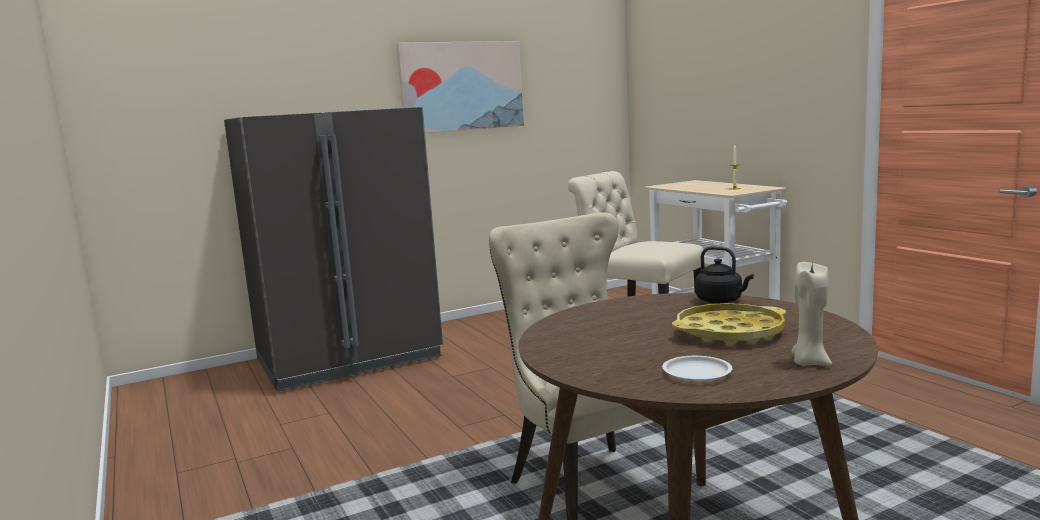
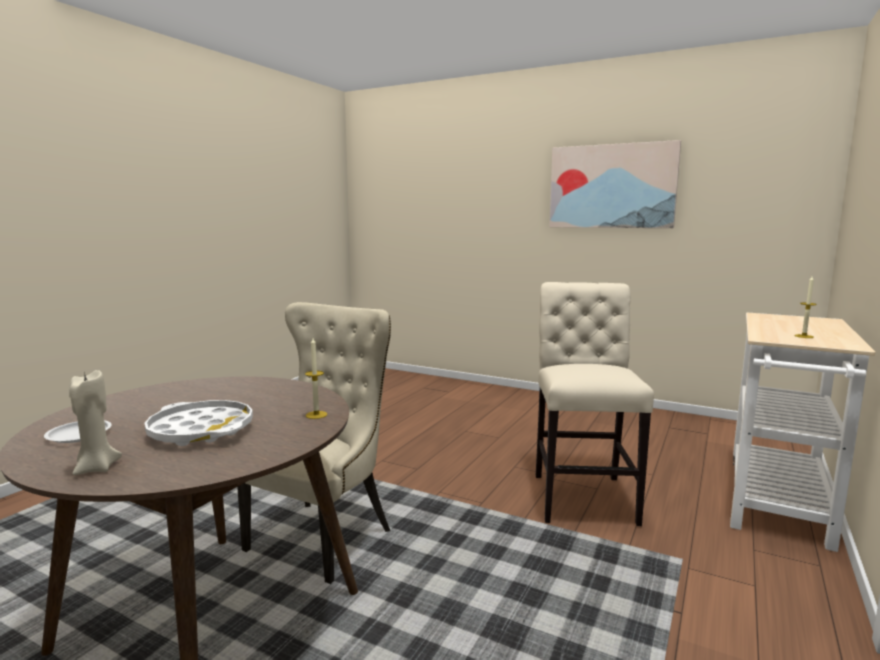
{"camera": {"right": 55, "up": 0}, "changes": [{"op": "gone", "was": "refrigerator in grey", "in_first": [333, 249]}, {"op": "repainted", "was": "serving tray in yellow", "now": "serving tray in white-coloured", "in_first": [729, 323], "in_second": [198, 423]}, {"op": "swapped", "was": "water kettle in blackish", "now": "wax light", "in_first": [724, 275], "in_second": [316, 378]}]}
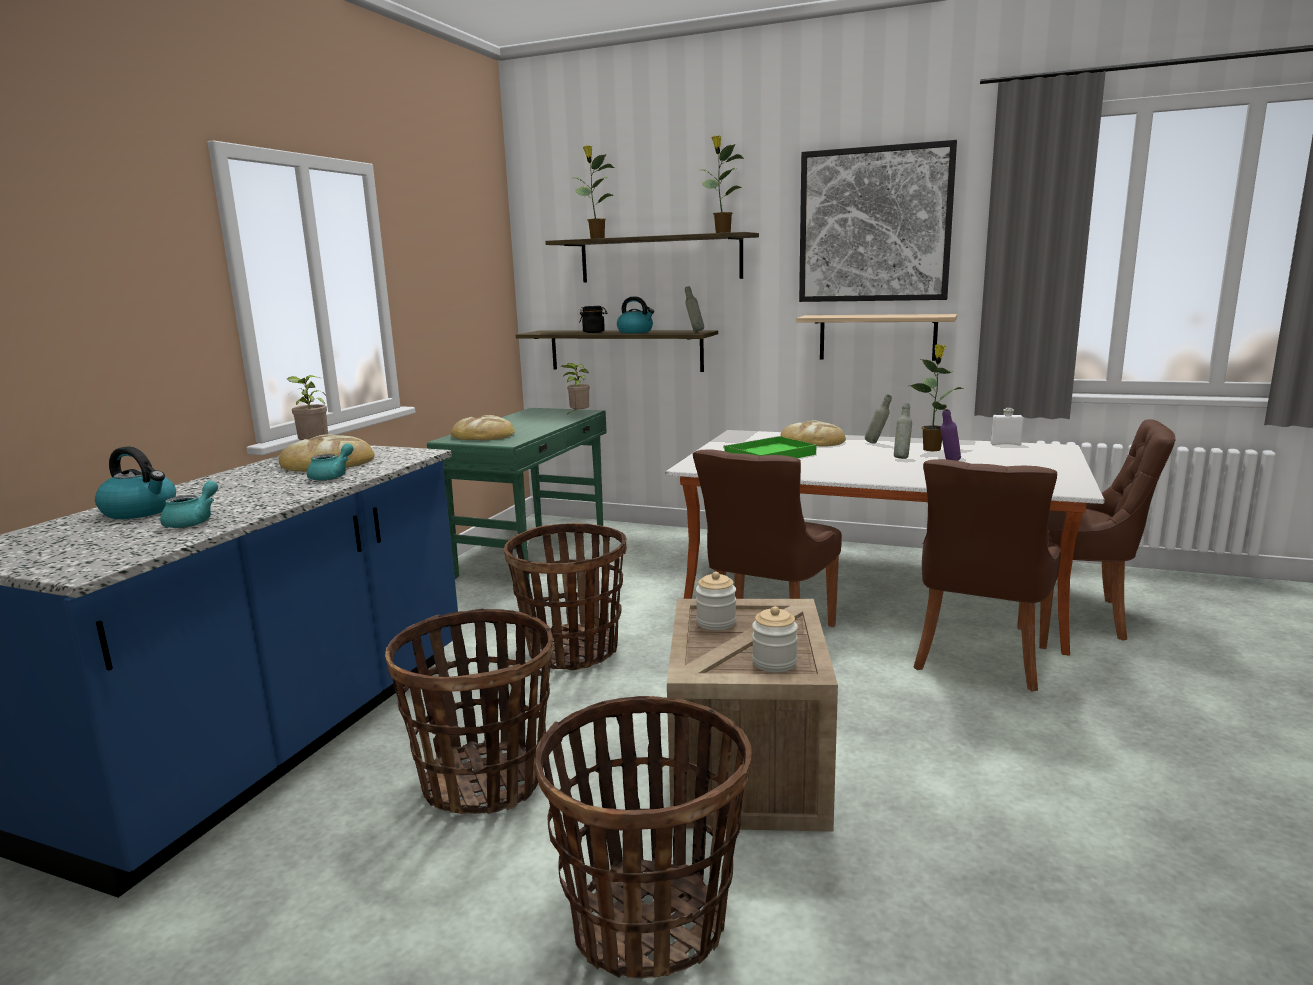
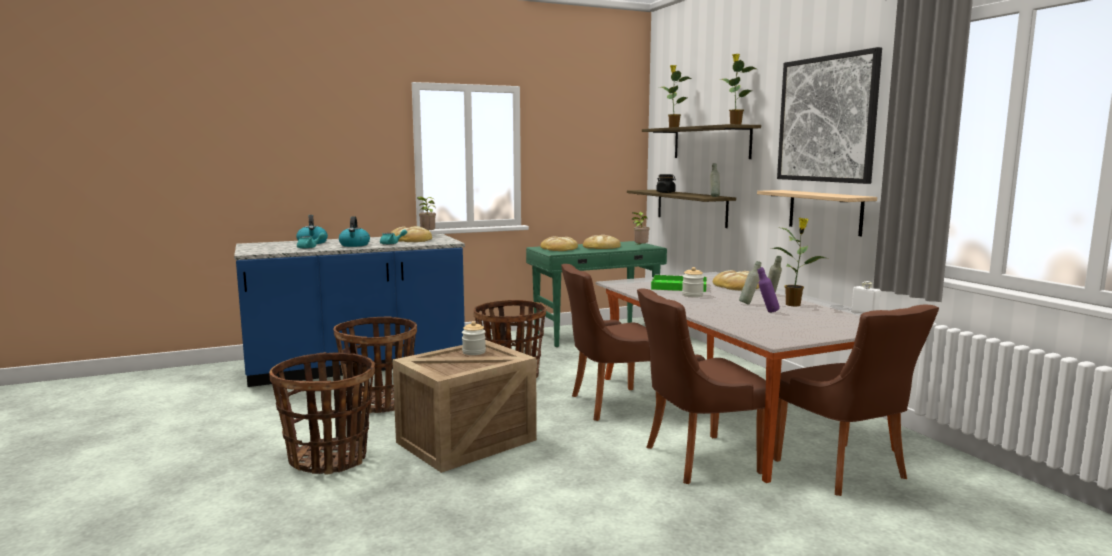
{"camera": {"right": 45, "up": -5}, "changes": [{"op": "shifted", "was": "water kettle", "in_first": [635, 315], "in_second": [354, 231]}, {"op": "shifted", "was": "jar", "in_first": [775, 639], "in_second": [693, 282]}, {"op": "new", "now": "baked bread", "in_second": [602, 242]}]}
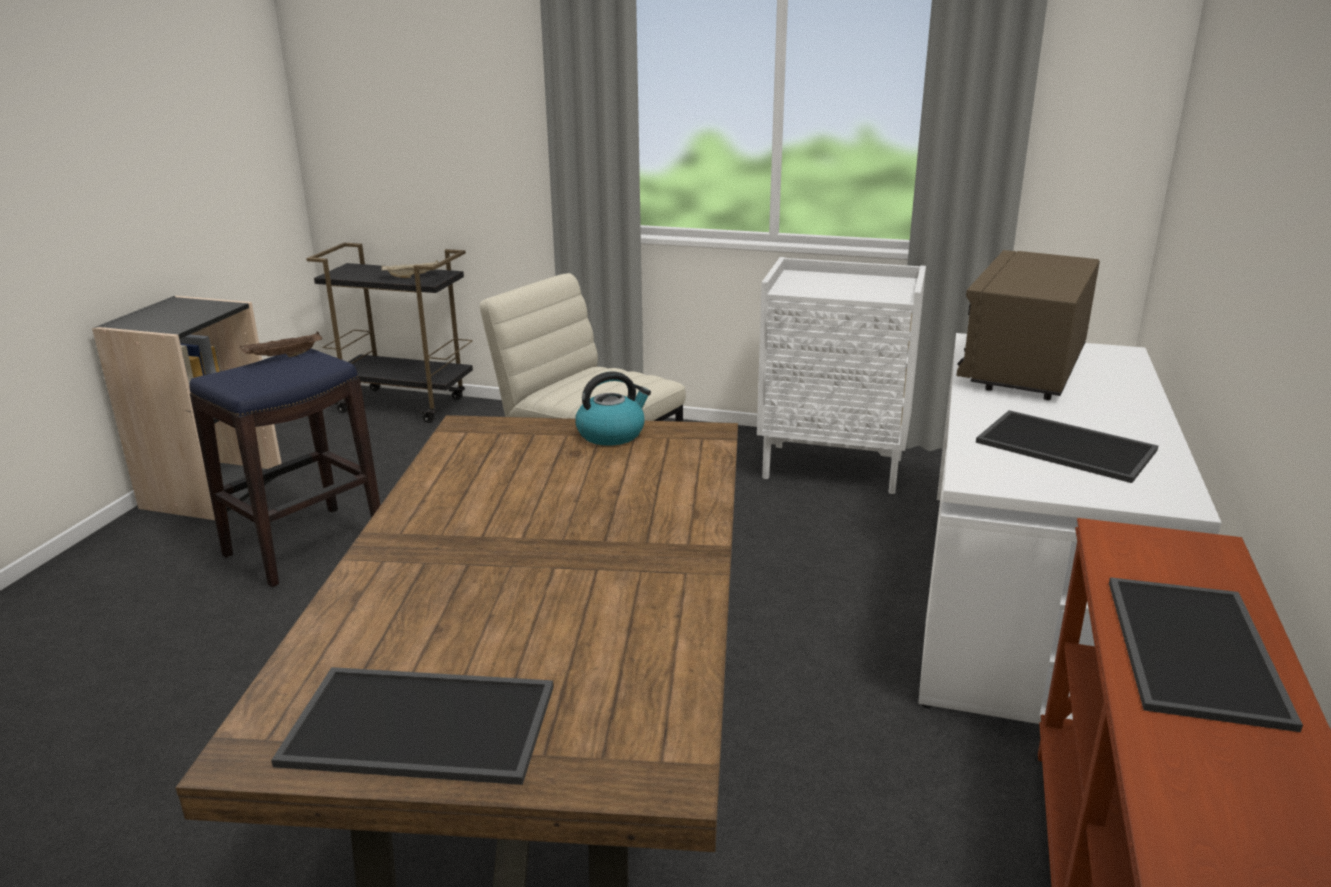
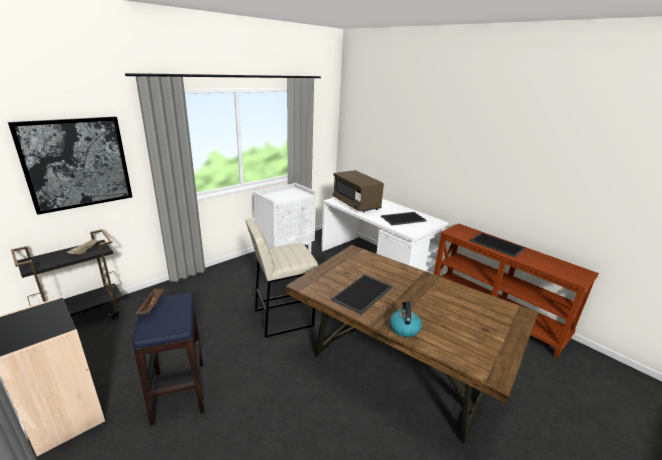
{"camera": {"right": -60, "up": 0}, "changes": [{"op": "shifted", "was": "serving tray", "in_first": [412, 726], "in_second": [362, 294]}, {"op": "shifted", "was": "water kettle", "in_first": [613, 408], "in_second": [405, 319]}, {"op": "new", "now": "wall picture", "in_second": [70, 165]}]}
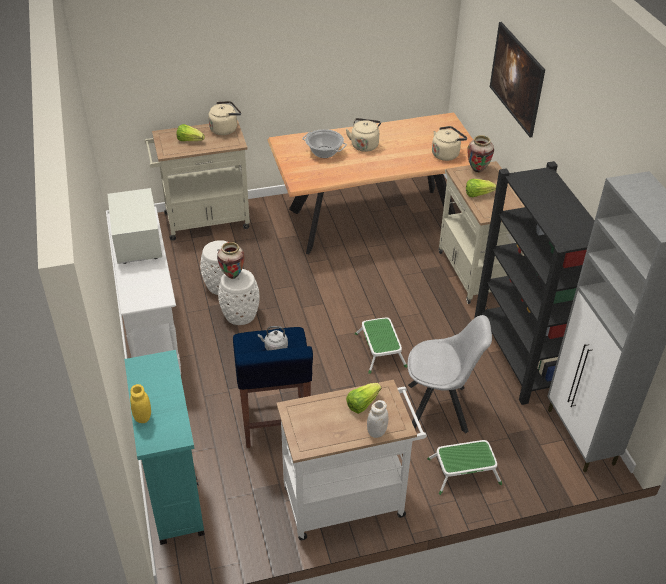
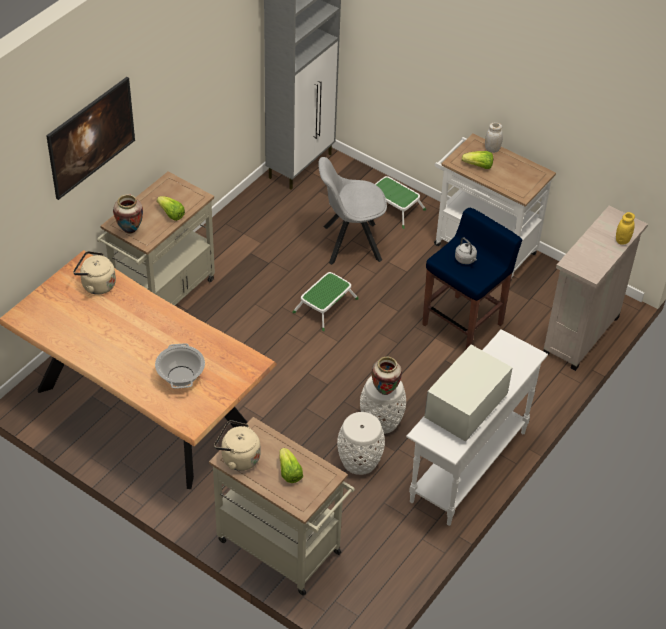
{"camera": {"right": -130, "up": 5}, "changes": [{"op": "repainted", "was": "cupboard in turquoise-coloured", "now": "cupboard in sand-coloured", "in_first": [164, 447], "in_second": [595, 288]}, {"op": "gone", "was": "water kettle in sand-coloured", "in_first": [363, 135]}, {"op": "rotated", "was": "upright chair in grey", "in_first": [450, 374], "in_second": [352, 211], "clockwise": -60}, {"op": "gone", "was": "bookcase in blackish", "in_first": [534, 283]}]}
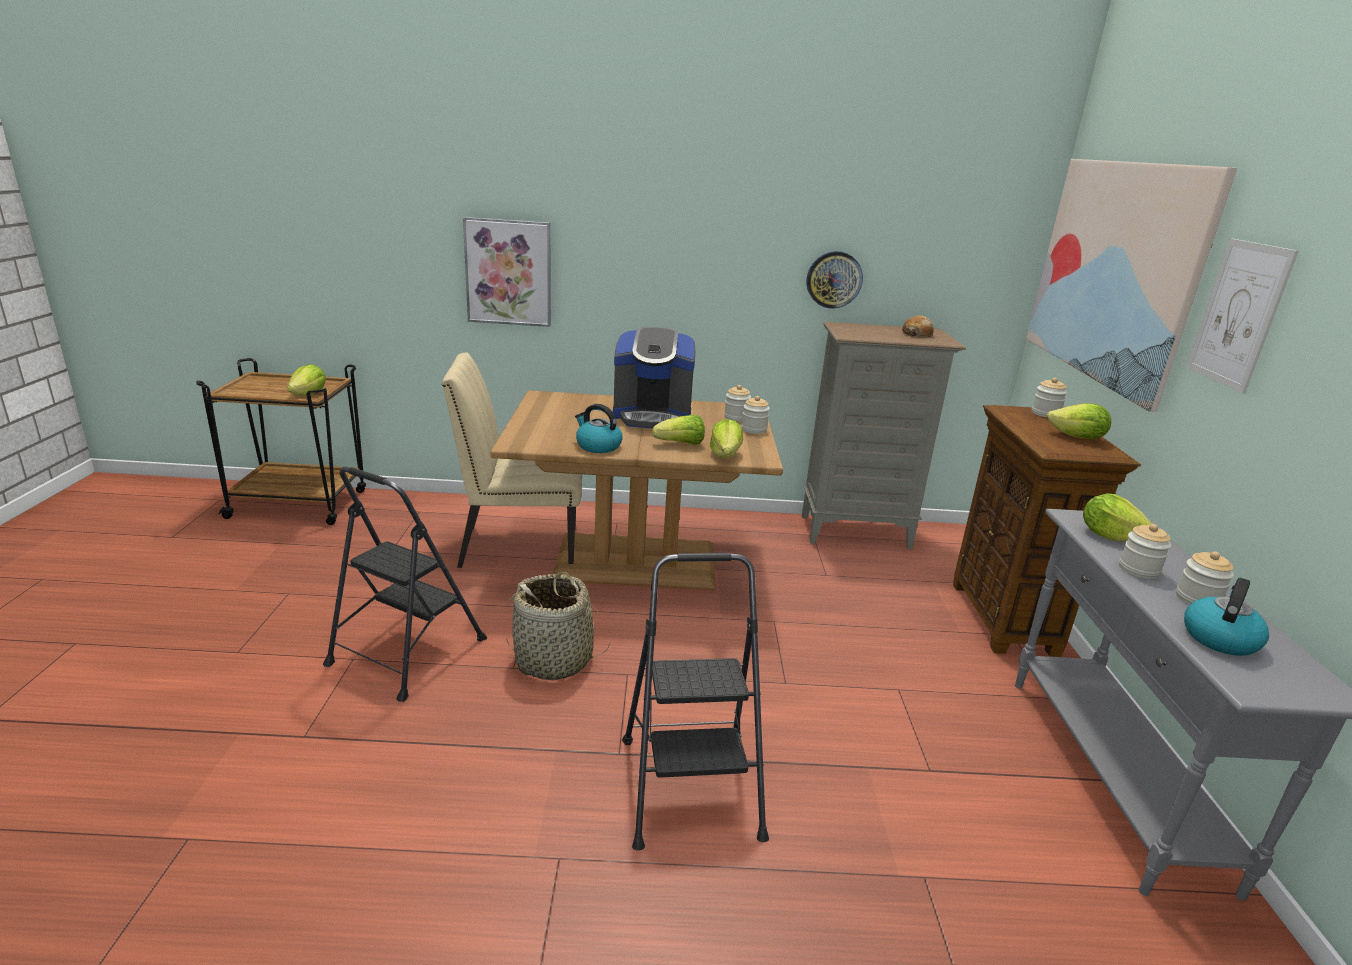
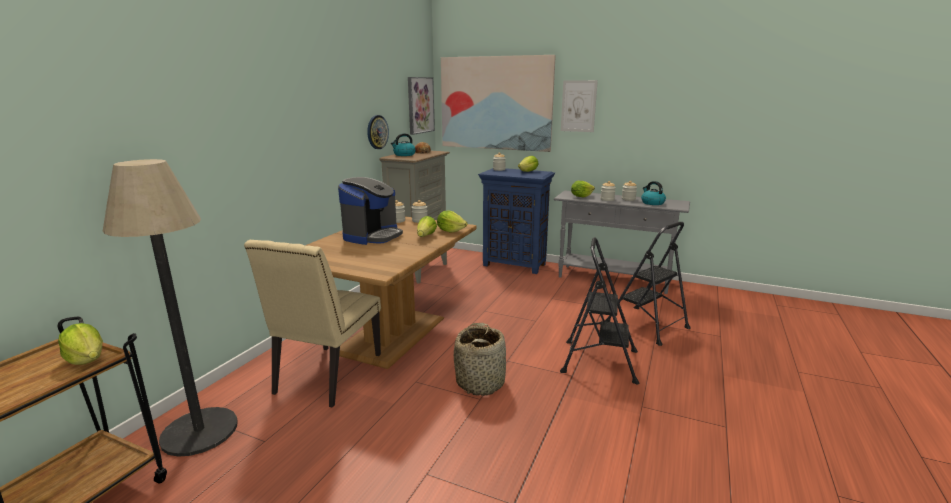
{"camera": {"right": -65, "up": -5}, "changes": [{"op": "shifted", "was": "step stool in blackish", "in_first": [405, 584], "in_second": [648, 284]}, {"op": "shifted", "was": "wall picture", "in_first": [507, 272], "in_second": [421, 106]}, {"op": "shifted", "was": "water kettle", "in_first": [599, 428], "in_second": [403, 144]}, {"op": "repainted", "was": "cupboard in brownish", "now": "cupboard in blue-coloured", "in_first": [1047, 531], "in_second": [516, 221]}, {"op": "new", "now": "floor lamp", "in_second": [170, 308]}]}
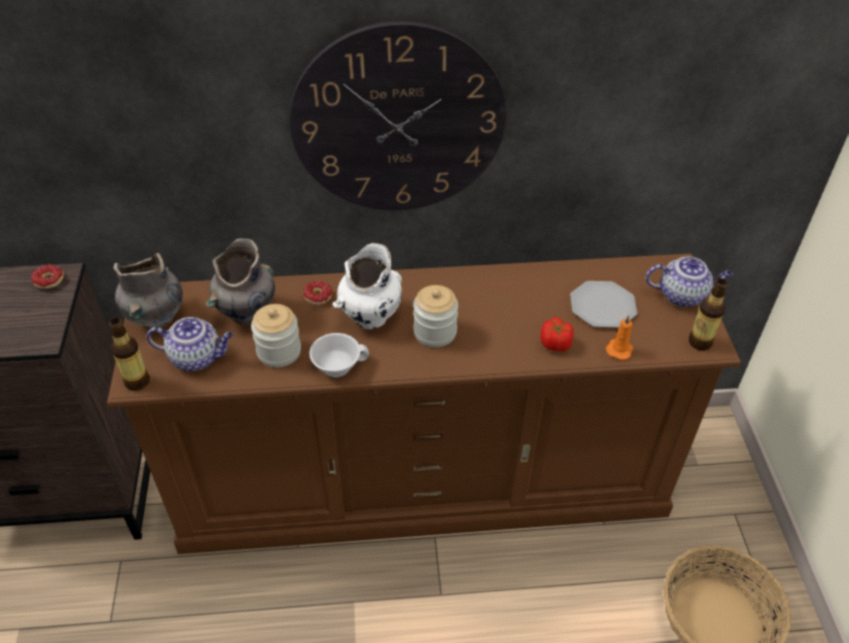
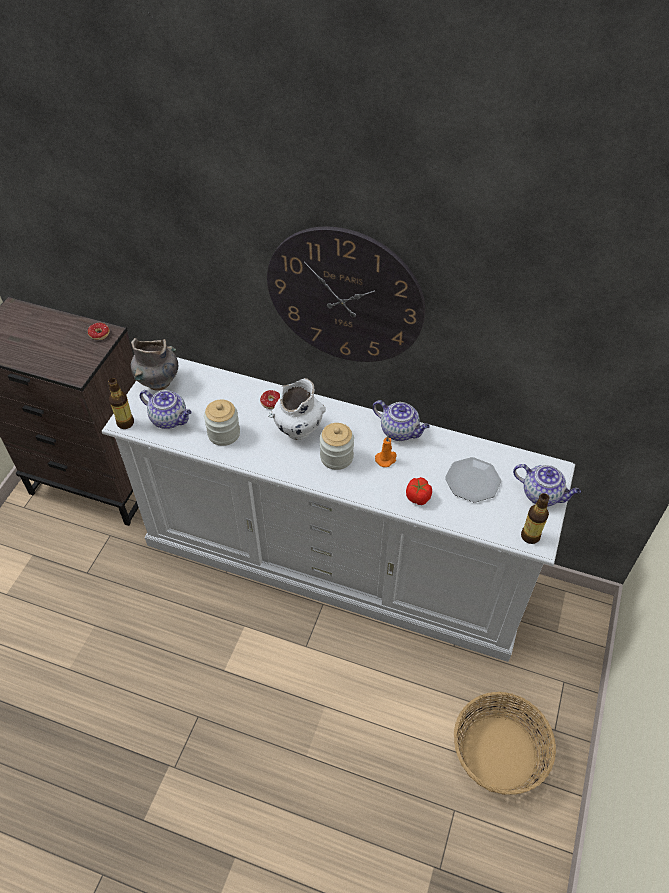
{"camera": {"right": 25, "up": 5}, "changes": [{"op": "repainted", "was": "cupboard in brownish", "now": "cupboard in white-coloured", "in_first": [424, 403], "in_second": [338, 509]}, {"op": "gone", "was": "vase in grey", "in_first": [240, 281]}, {"op": "gone", "was": "small cup in white-coloured", "in_first": [339, 355]}, {"op": "shifted", "was": "wax light in orangey", "in_first": [619, 337], "in_second": [386, 451]}, {"op": "new", "now": "pot for tea", "in_second": [401, 420]}]}
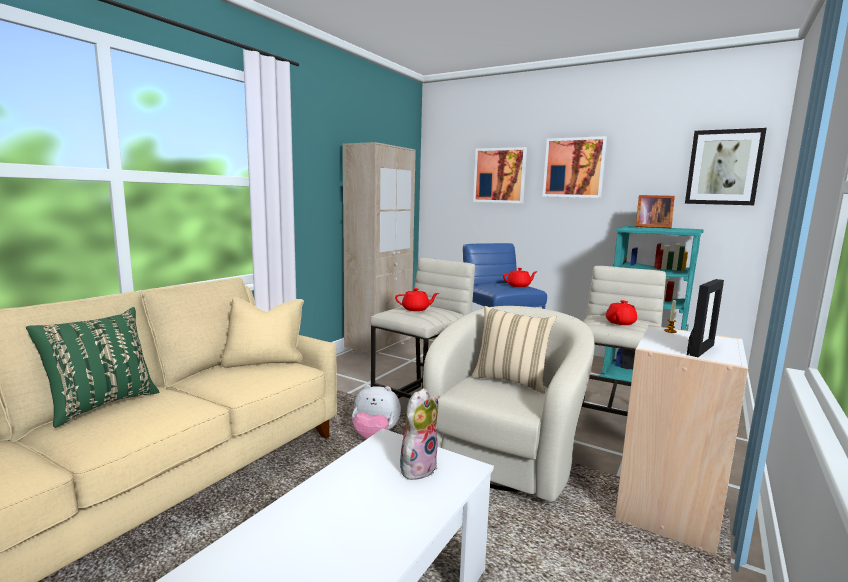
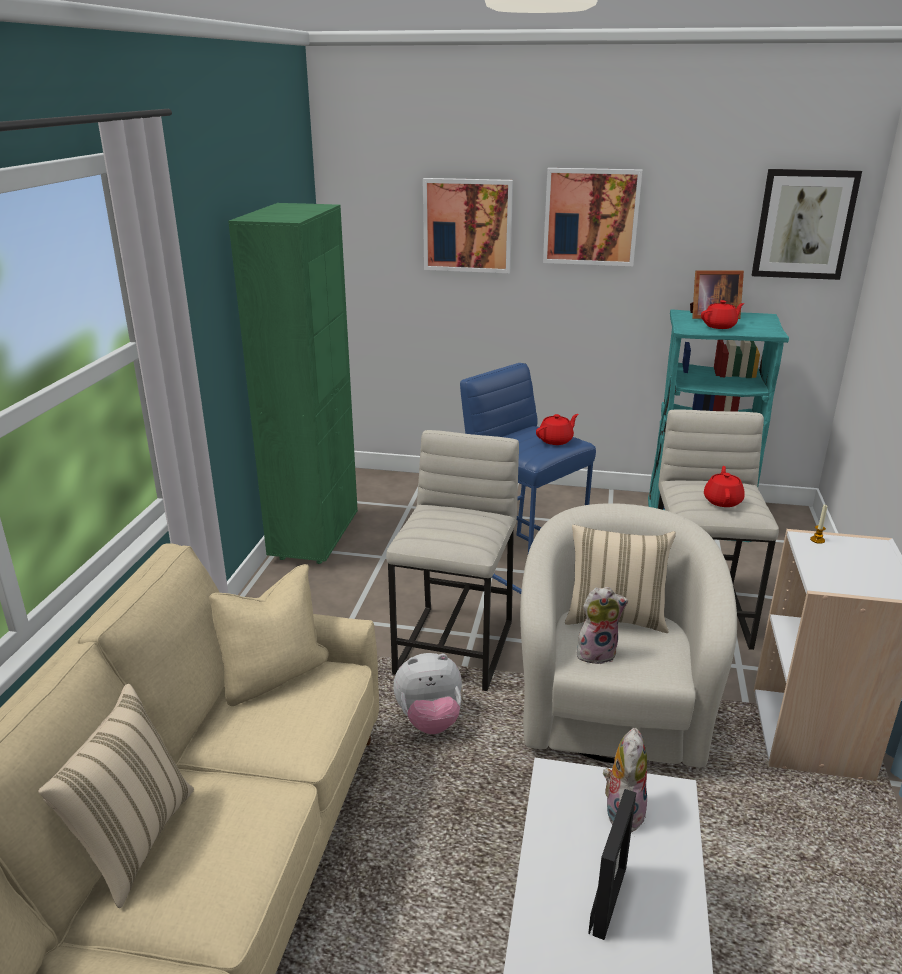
{"camera": {"right": -20, "up": 15}, "changes": [{"op": "repainted", "was": "pillow in greenish", "now": "pillow in sand-coloured", "in_first": [92, 367], "in_second": [116, 796]}, {"op": "repainted", "was": "cupboard in sand-coloured", "now": "cupboard in greenish", "in_first": [379, 248], "in_second": [293, 383]}, {"op": "shifted", "was": "pot for tea in reddish", "in_first": [417, 299], "in_second": [723, 314]}, {"op": "shifted", "was": "standing frame", "in_first": [705, 318], "in_second": [612, 864]}, {"op": "new", "now": "plush toy", "in_second": [602, 625]}]}
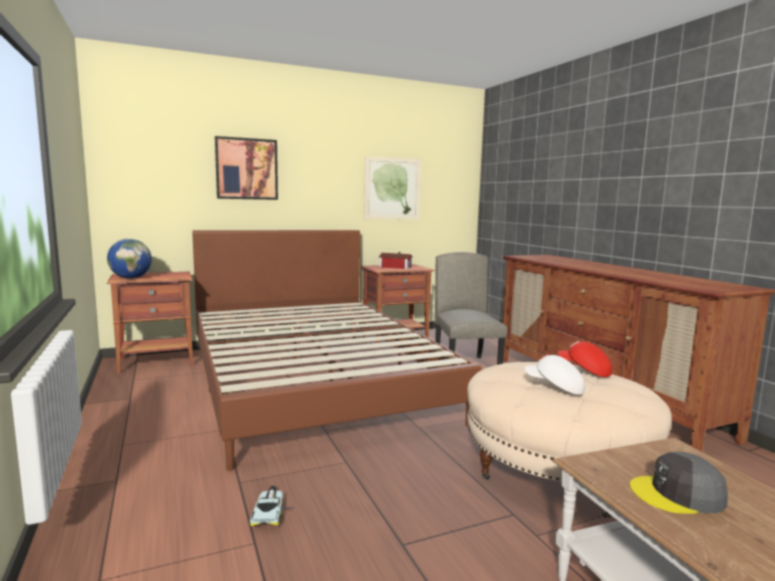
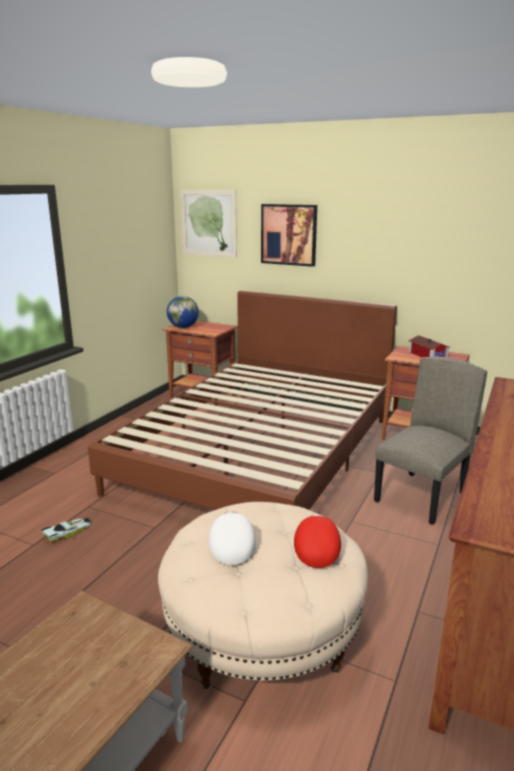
{"camera": {"right": 50, "up": 10}, "changes": [{"op": "shifted", "was": "wall picture", "in_first": [392, 188], "in_second": [209, 223]}, {"op": "gone", "was": "cap in grey", "in_first": [679, 482]}]}
